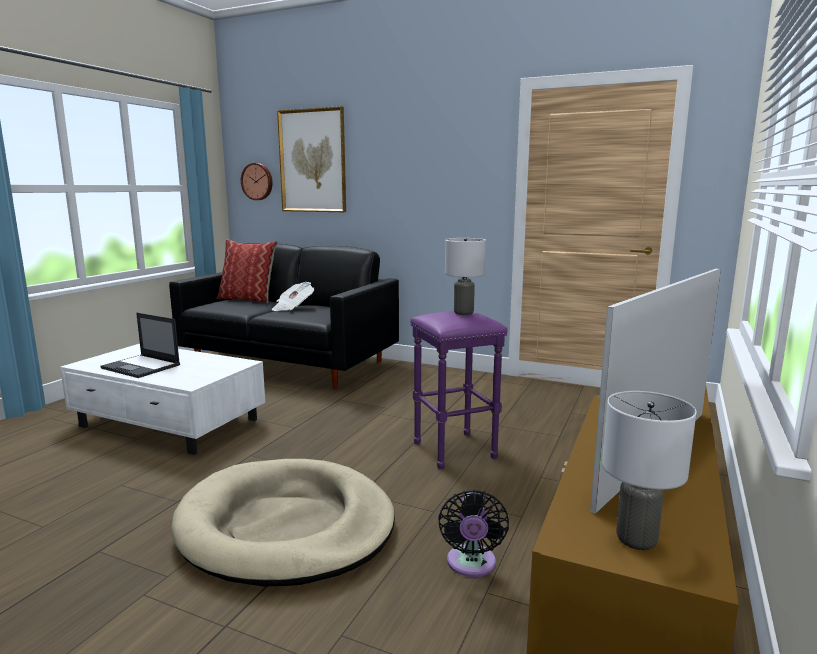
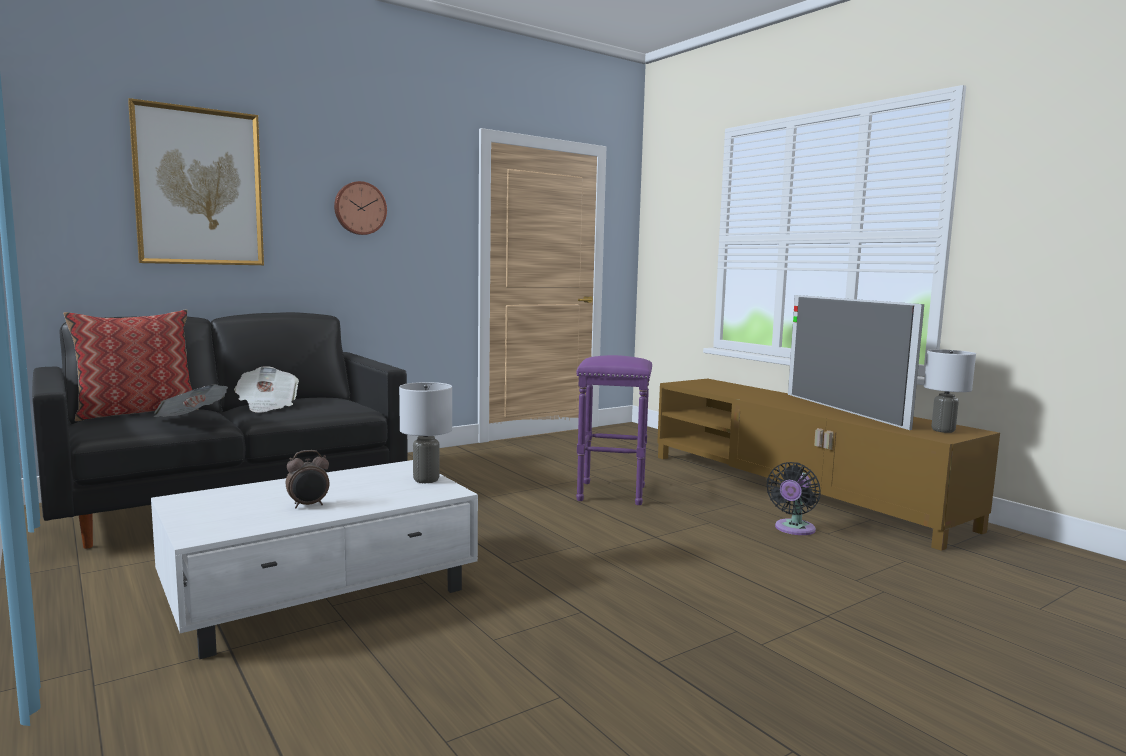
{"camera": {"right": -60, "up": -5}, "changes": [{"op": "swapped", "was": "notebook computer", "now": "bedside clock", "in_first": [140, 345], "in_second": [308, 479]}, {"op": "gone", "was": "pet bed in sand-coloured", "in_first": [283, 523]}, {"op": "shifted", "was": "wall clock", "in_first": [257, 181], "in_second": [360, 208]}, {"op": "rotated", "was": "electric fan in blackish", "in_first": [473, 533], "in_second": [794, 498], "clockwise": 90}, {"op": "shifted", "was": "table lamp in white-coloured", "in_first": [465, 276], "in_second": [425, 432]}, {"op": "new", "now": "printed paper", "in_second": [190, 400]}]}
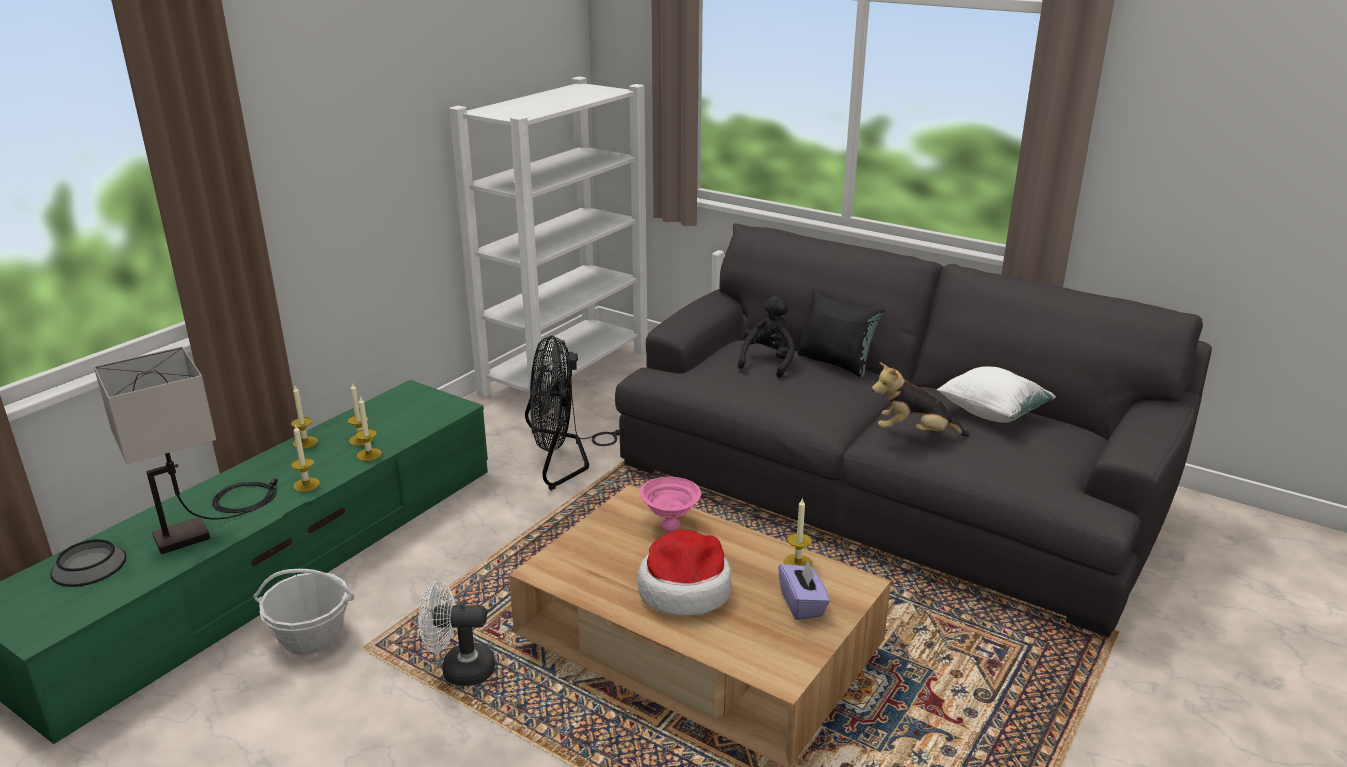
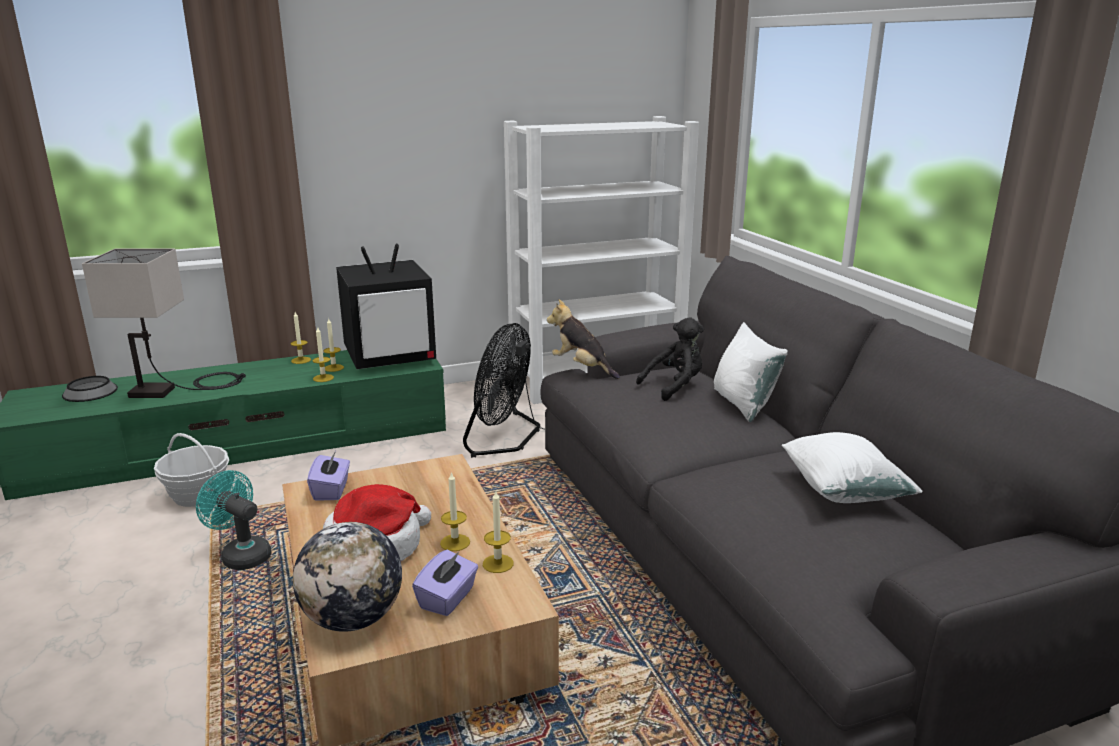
{"camera": {"right": 35, "up": -5}, "changes": [{"op": "shifted", "was": "wax light", "in_first": [305, 458], "in_second": [455, 511]}, {"op": "repainted", "was": "electric fan in white-coloured", "now": "electric fan in turquoise-coloured", "in_first": [457, 633], "in_second": [234, 520]}, {"op": "gone", "was": "serving bowl in pink-coloured", "in_first": [670, 504]}, {"op": "repainted", "was": "pillow in blackish", "now": "pillow in white-coloured", "in_first": [841, 333], "in_second": [751, 372]}, {"op": "shifted", "was": "plush toy", "in_first": [921, 399], "in_second": [583, 339]}, {"op": "new", "now": "desk globe", "in_second": [347, 577]}, {"op": "new", "now": "tissue box in purple", "in_second": [328, 476]}, {"op": "new", "now": "television", "in_second": [386, 306]}]}
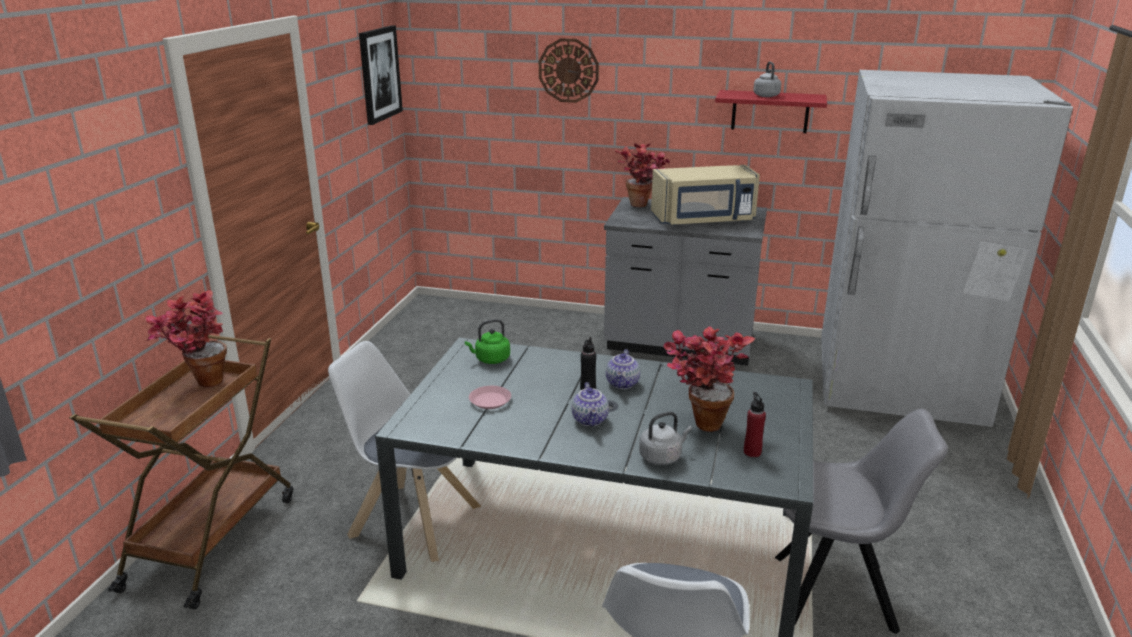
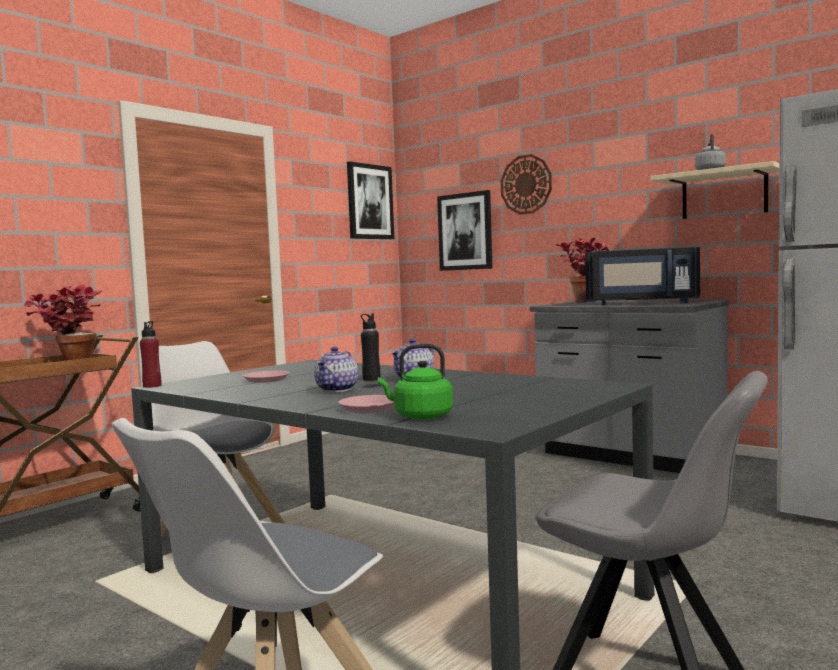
{"camera": {"right": 25, "up": -20}, "changes": [{"op": "shifted", "was": "water kettle in greenish", "in_first": [487, 341], "in_second": [415, 382]}, {"op": "swapped", "was": "water kettle in grey", "now": "dinner plate in pink-coloured", "in_first": [665, 438], "in_second": [366, 404]}, {"op": "repainted", "was": "kitchen microwave in sand-coloured", "now": "kitchen microwave in blackish", "in_first": [705, 195], "in_second": [642, 276]}, {"op": "gone", "was": "potted plant", "in_first": [709, 379]}, {"op": "repainted", "was": "bracket shelf in reddish", "now": "bracket shelf in sand-coloured", "in_first": [771, 111], "in_second": [714, 190]}, {"op": "shifted", "was": "bottle in reddish", "in_first": [755, 424], "in_second": [151, 354]}, {"op": "new", "now": "wall picture", "in_second": [464, 230]}]}
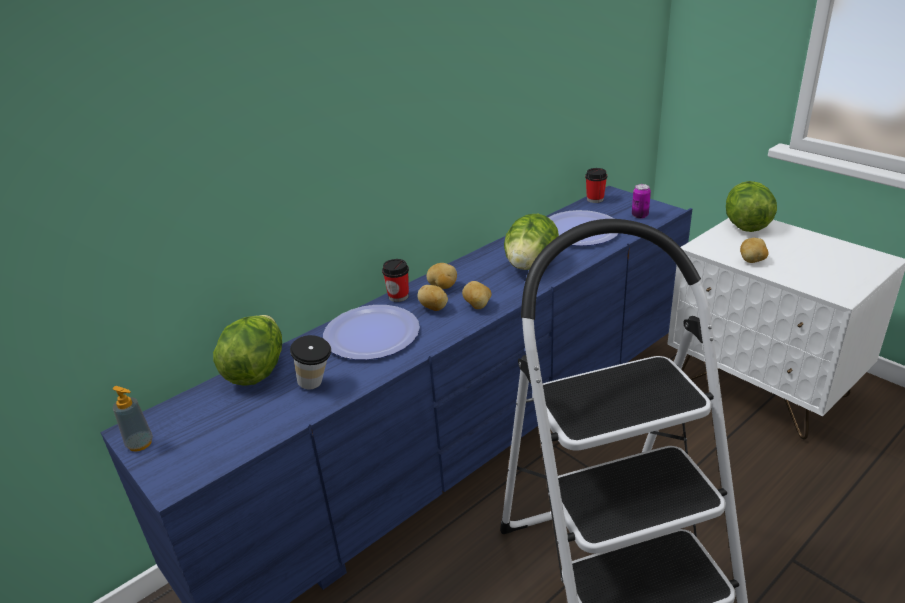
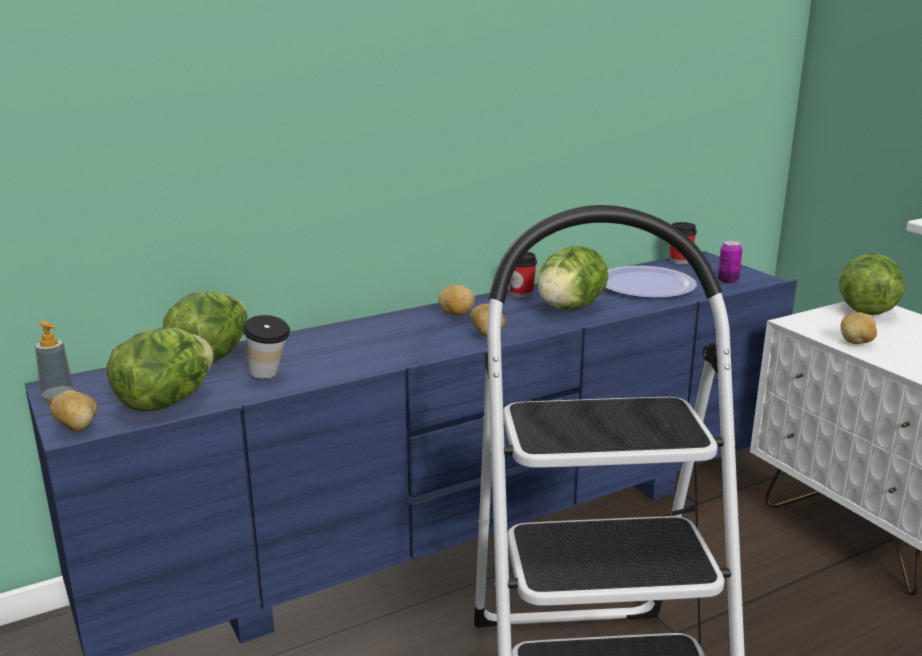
{"camera": {"right": 10, "up": -10}, "changes": [{"op": "gone", "was": "dinner plate", "in_first": [371, 332]}, {"op": "shifted", "was": "small cup", "in_first": [395, 280], "in_second": [523, 275]}, {"op": "shifted", "was": "whole potato", "in_first": [432, 298], "in_second": [74, 410]}, {"op": "new", "now": "lettuce head", "in_second": [160, 369]}]}
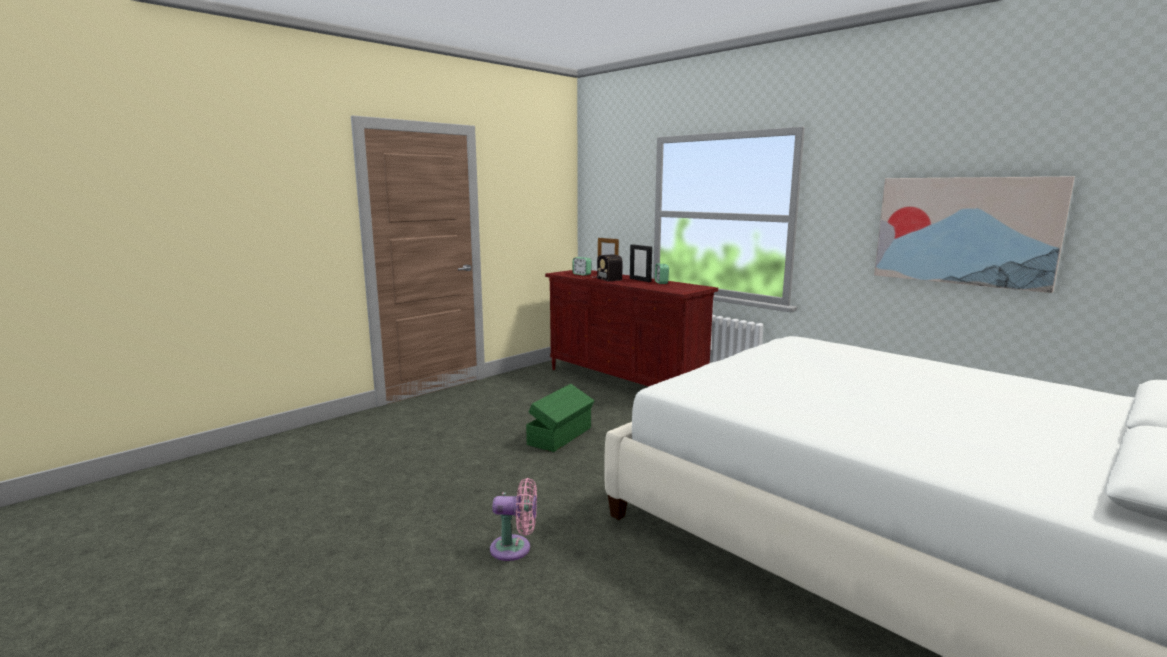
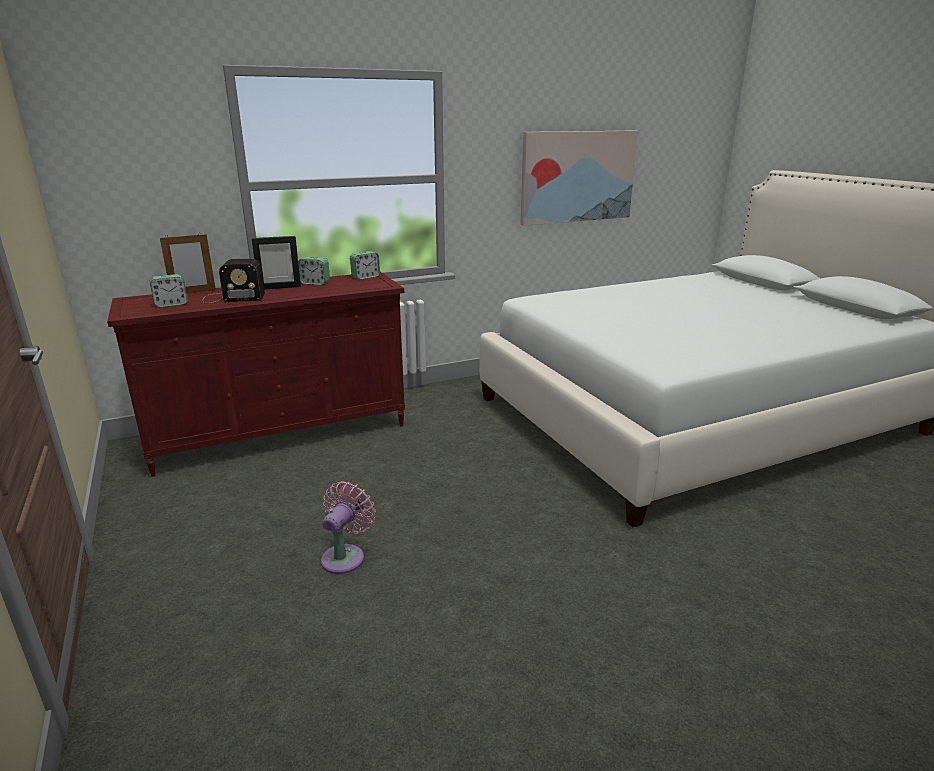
{"camera": {"right": -70, "up": 10}, "changes": [{"op": "shifted", "was": "electric fan in pink-coloured", "in_first": [513, 519], "in_second": [348, 527]}, {"op": "gone", "was": "storage box in greenish", "in_first": [560, 418]}, {"op": "new", "now": "bedside clock", "in_second": [365, 265]}]}
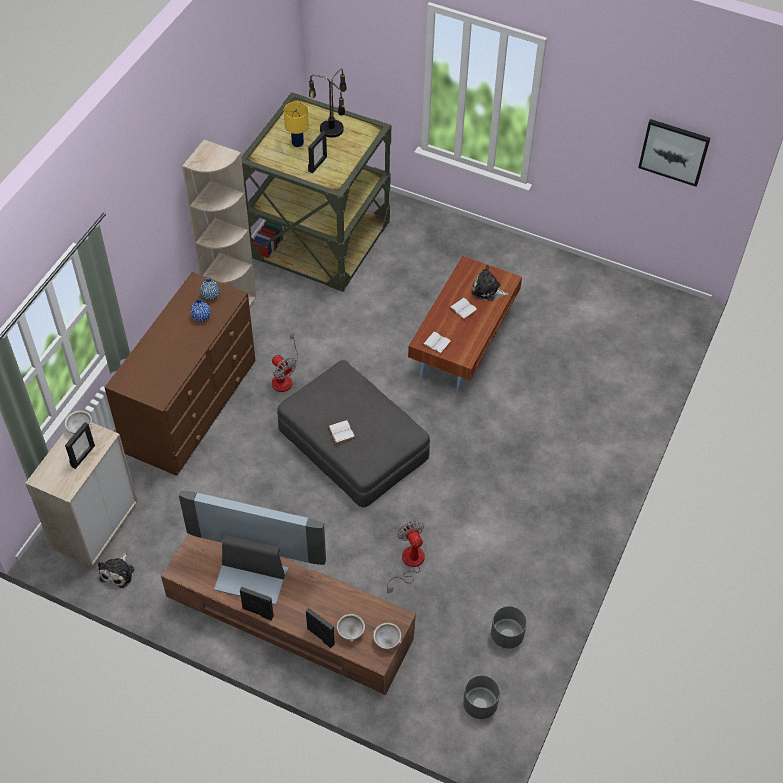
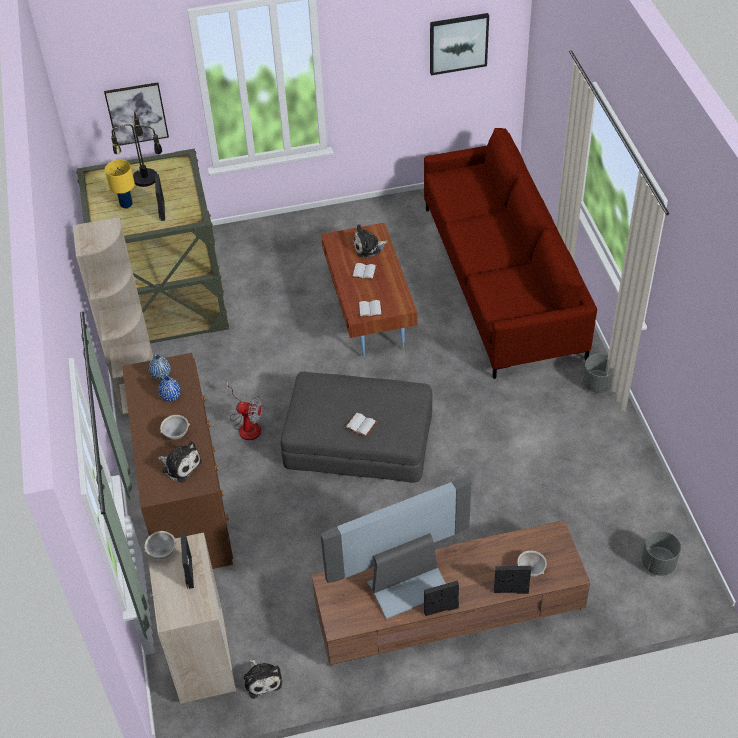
{"camera": {"right": -35, "up": -5}, "changes": [{"op": "shifted", "was": "serving bowl in grey", "in_first": [387, 636], "in_second": [175, 427]}, {"op": "gone", "was": "electric fan", "in_first": [406, 557]}, {"op": "shifted", "was": "flower pot in grey", "in_first": [509, 627], "in_second": [598, 373]}, {"op": "new", "now": "wall picture", "in_second": [136, 114]}, {"op": "new", "now": "plush toy", "in_second": [179, 461]}, {"op": "new", "now": "sofa in reddish", "in_second": [510, 253]}]}
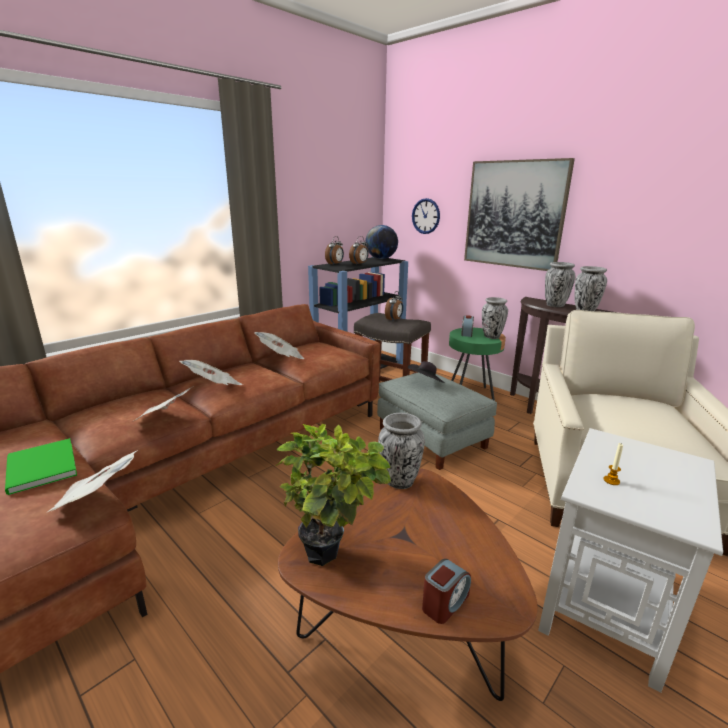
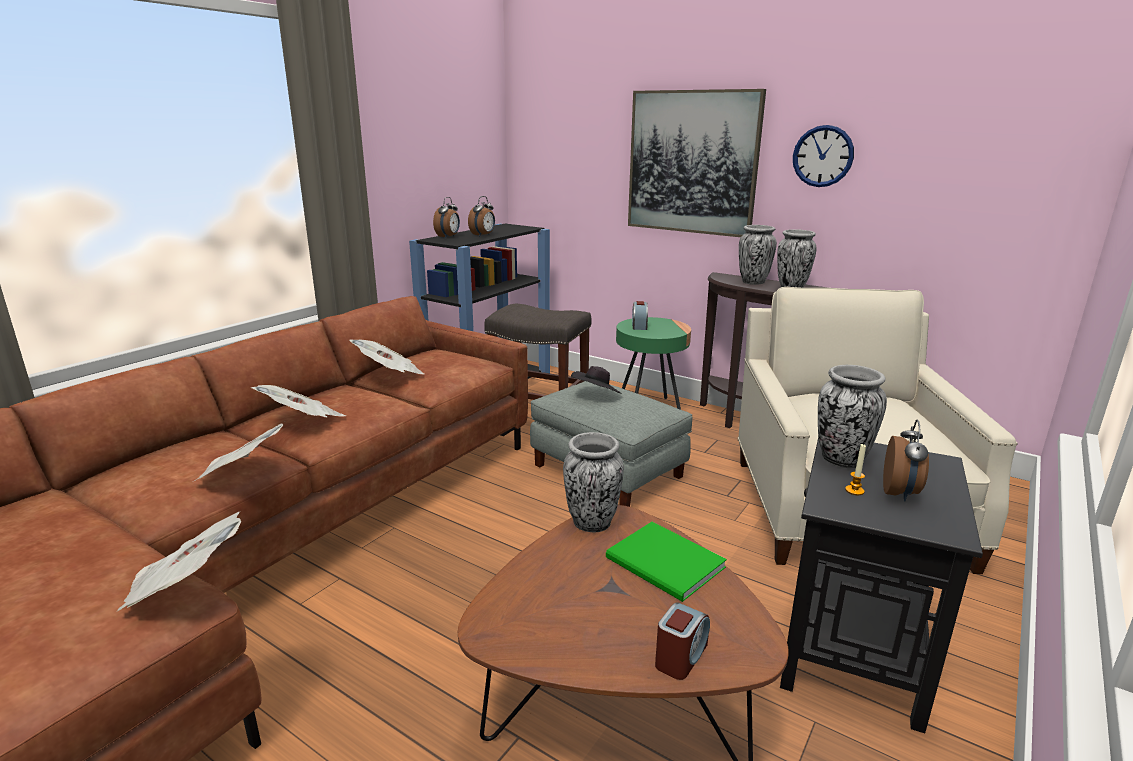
{"camera": {"right": -10, "up": 0}, "changes": [{"op": "shifted", "was": "book in greenish", "in_first": [41, 466], "in_second": [666, 562]}, {"op": "gone", "was": "potted plant", "in_first": [333, 495]}, {"op": "gone", "was": "desk globe", "in_first": [381, 242]}, {"op": "shifted", "was": "bedside clock", "in_first": [394, 306], "in_second": [906, 460]}, {"op": "shifted", "was": "wall clock", "in_first": [426, 216], "in_second": [823, 156]}, {"op": "shifted", "was": "vase", "in_first": [495, 318], "in_second": [852, 417]}, {"op": "repainted", "was": "accent table in white-coloured", "now": "accent table in blackish", "in_first": [630, 560], "in_second": [881, 585]}]}
